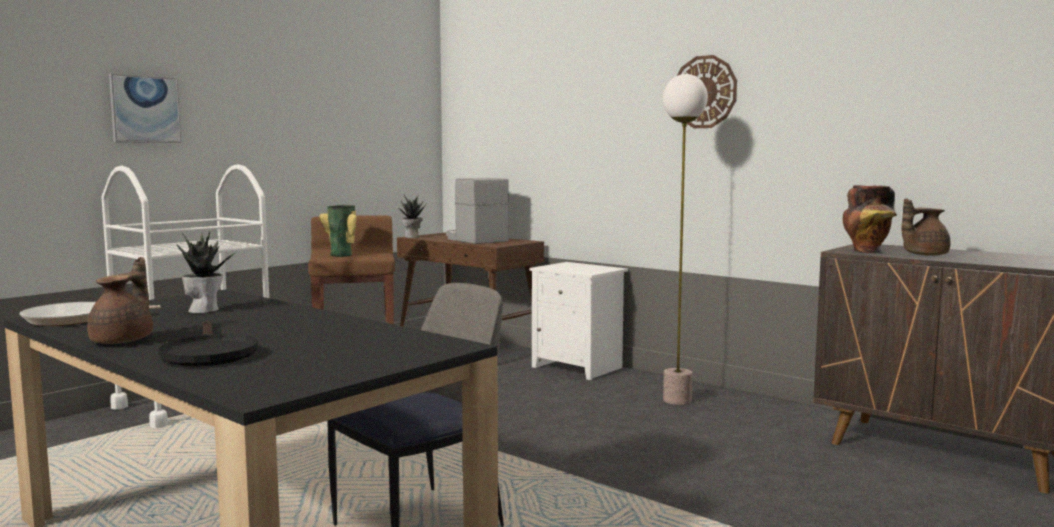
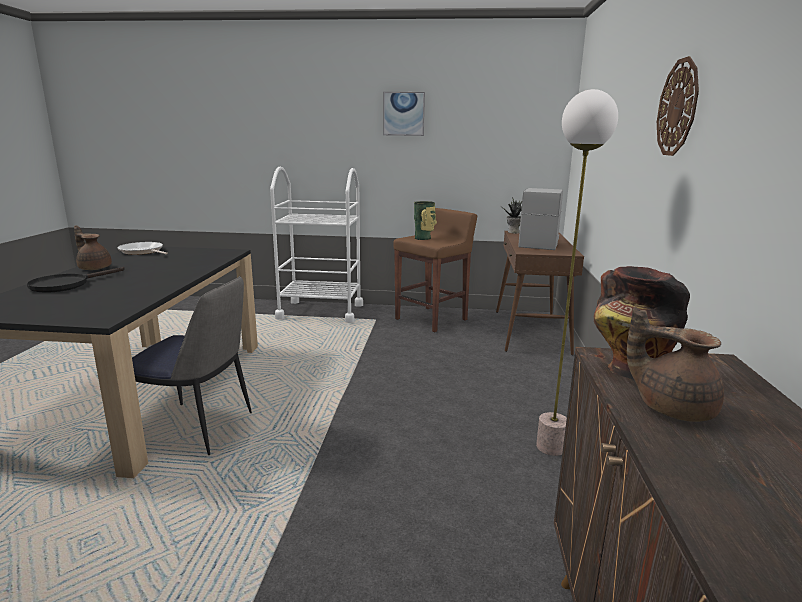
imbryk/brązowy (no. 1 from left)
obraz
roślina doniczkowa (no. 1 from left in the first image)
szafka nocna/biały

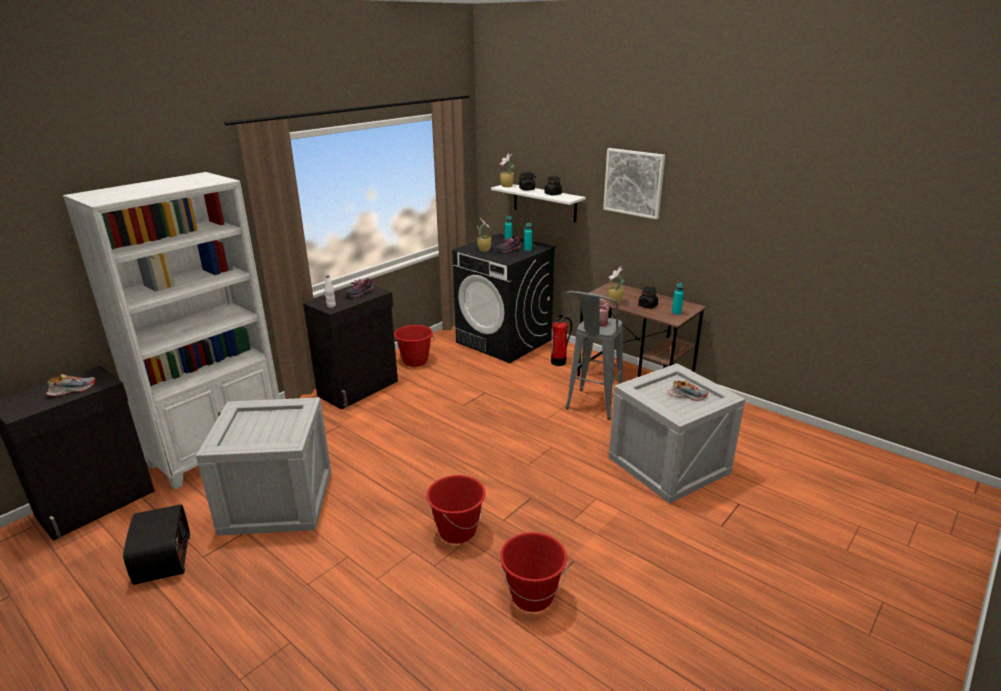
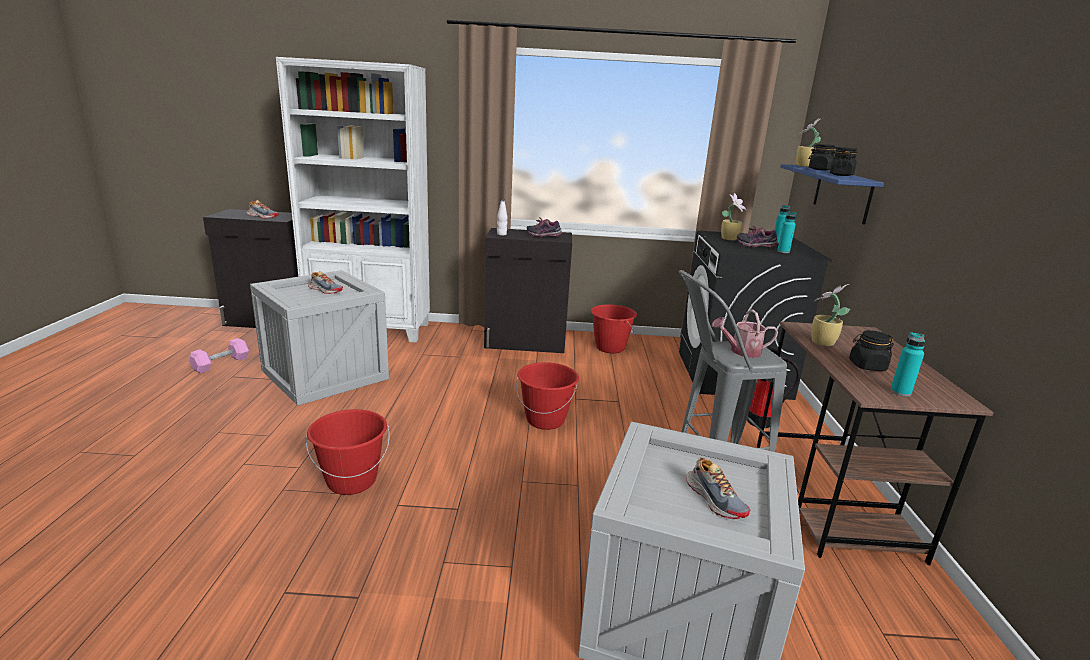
hantel/różowy
półka/niebieski
wiadro/czerwony (no. 2 from left)
obraz
but (no. 2 from left)

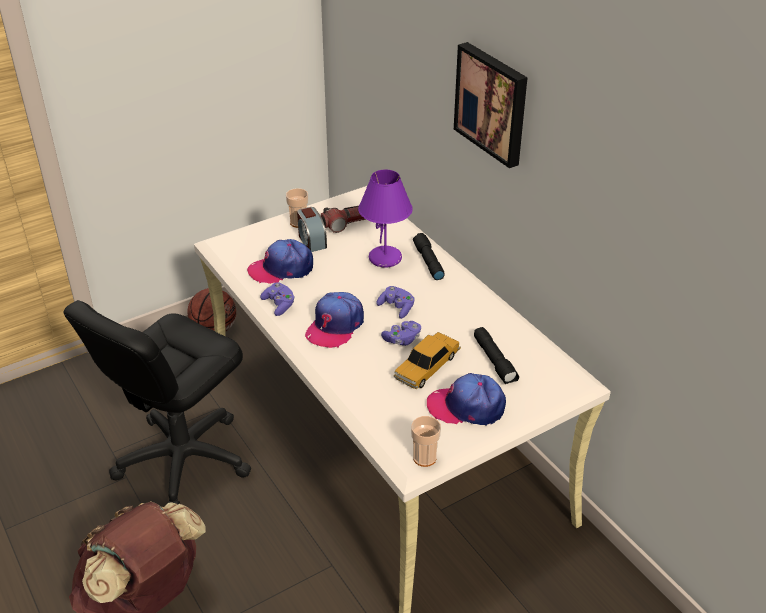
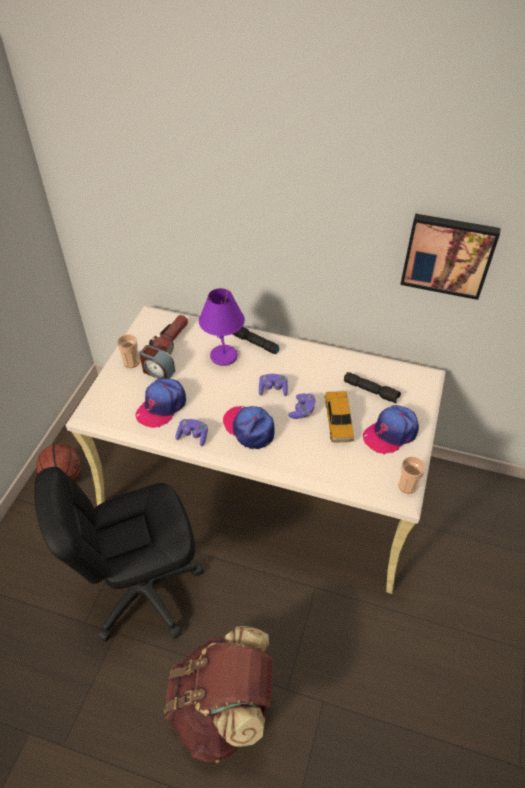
krzesło biurowe/czarny
czapka z daszkiem (no. 2 from left)
obraz

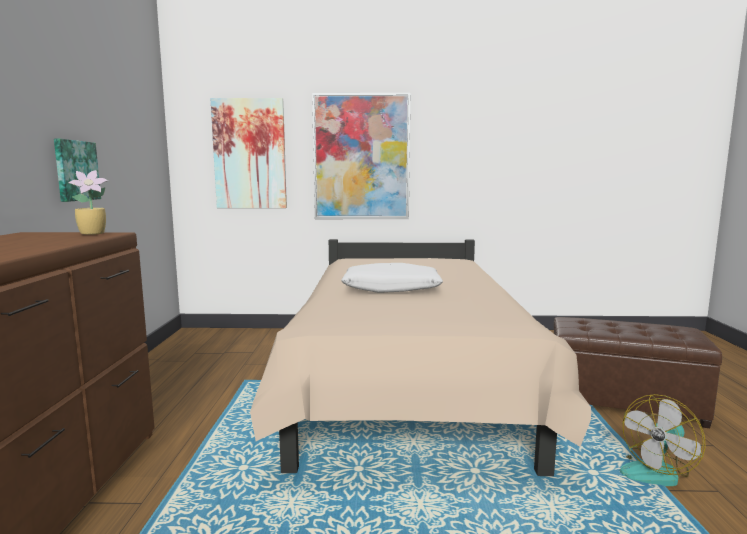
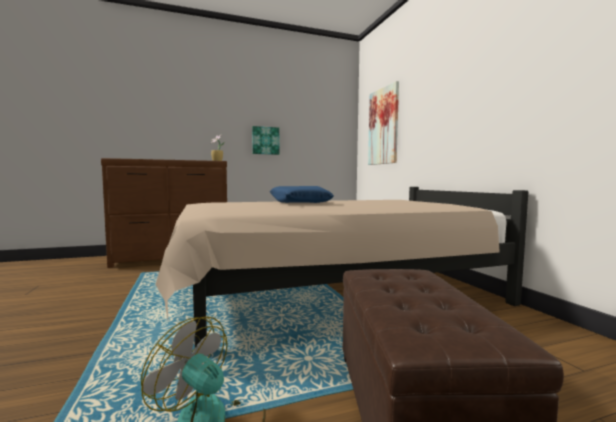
obraz (no. 3 from left in the first image)
poduszka/niebieski

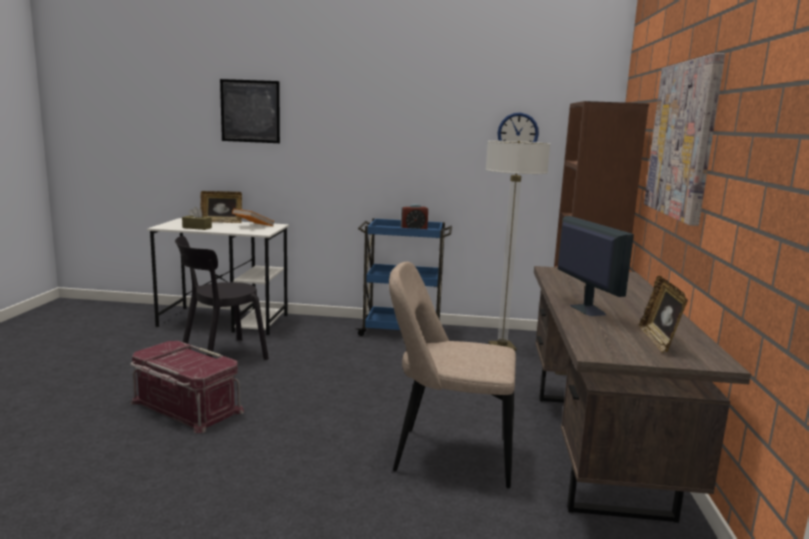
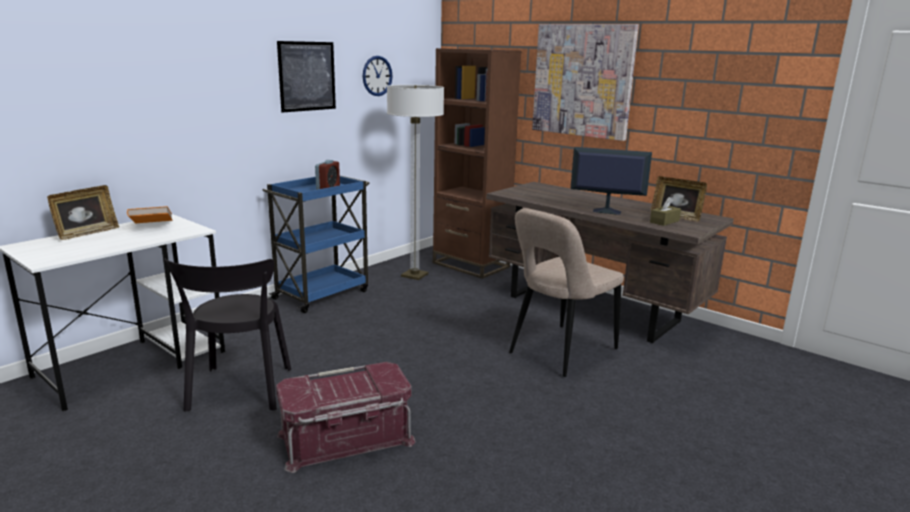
pudełko chusteczek/brązowy
obraz (no. 1 from left)

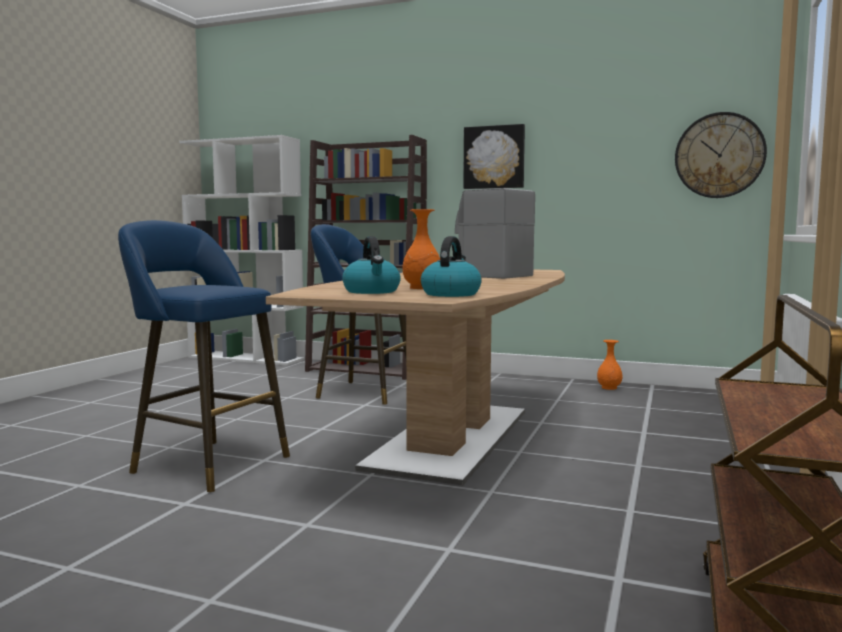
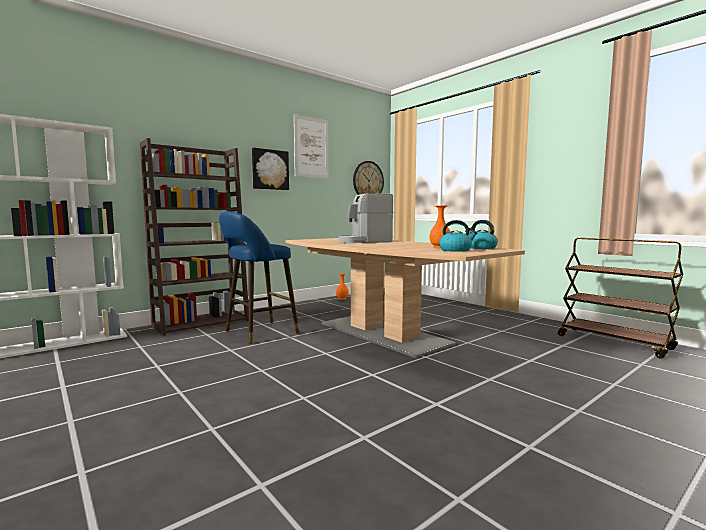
stołek/niebieski (no. 1 from left in the first image)
obraz (no. 2 from left)

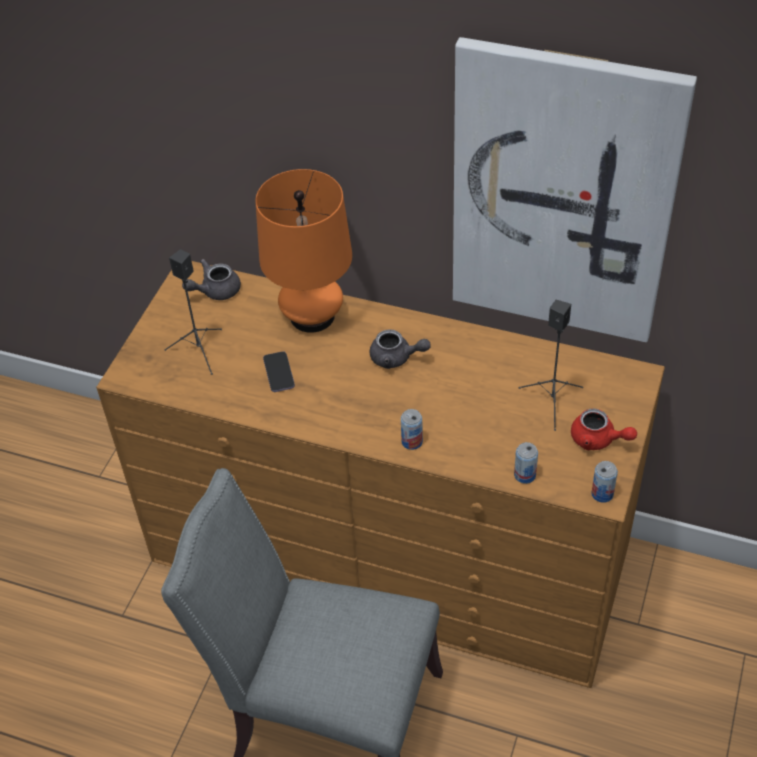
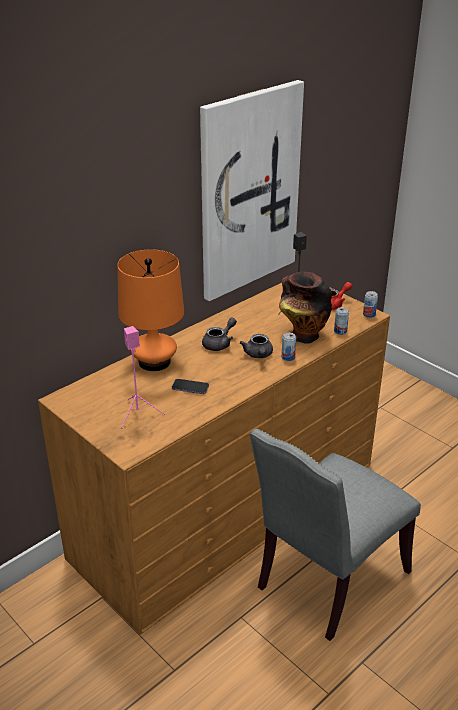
głośnik/różowy
imbryk/szary (no. 2 from left)
wazon

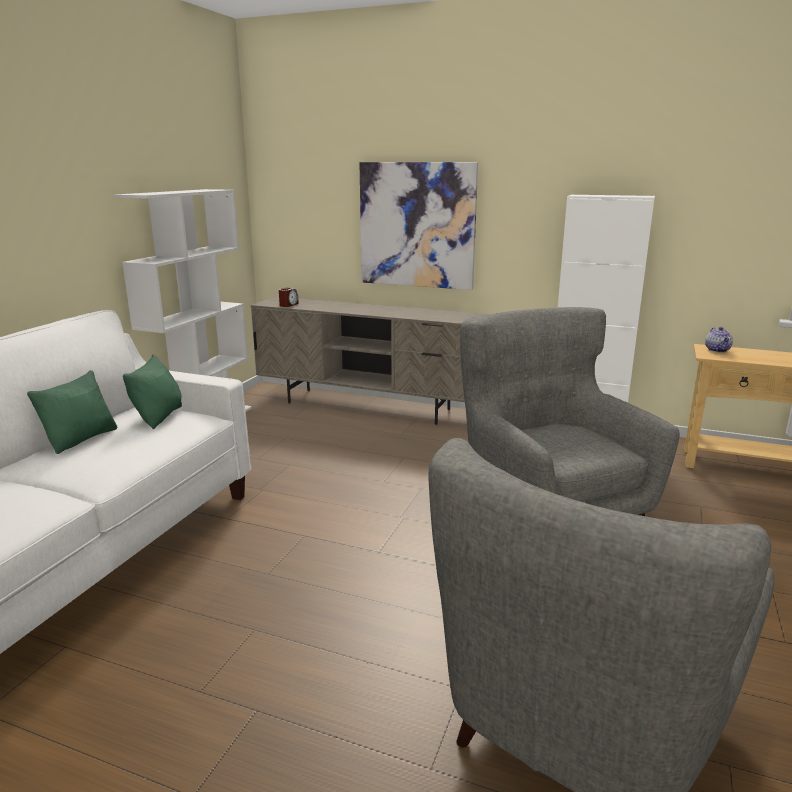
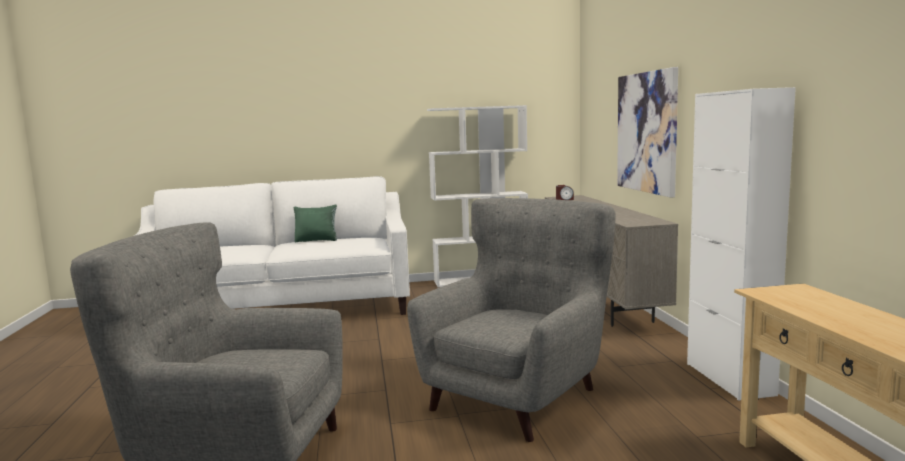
poduszka/zielony (no. 2 from left in the first image)
imbryk

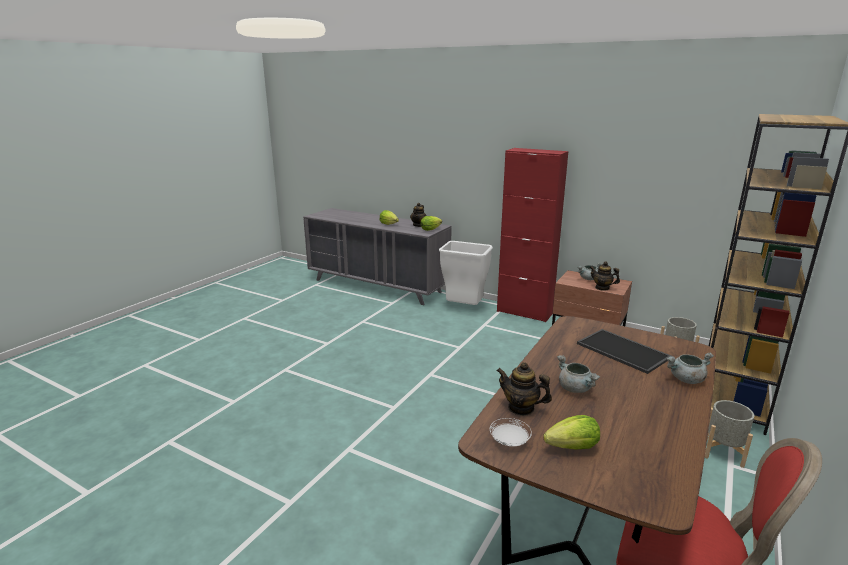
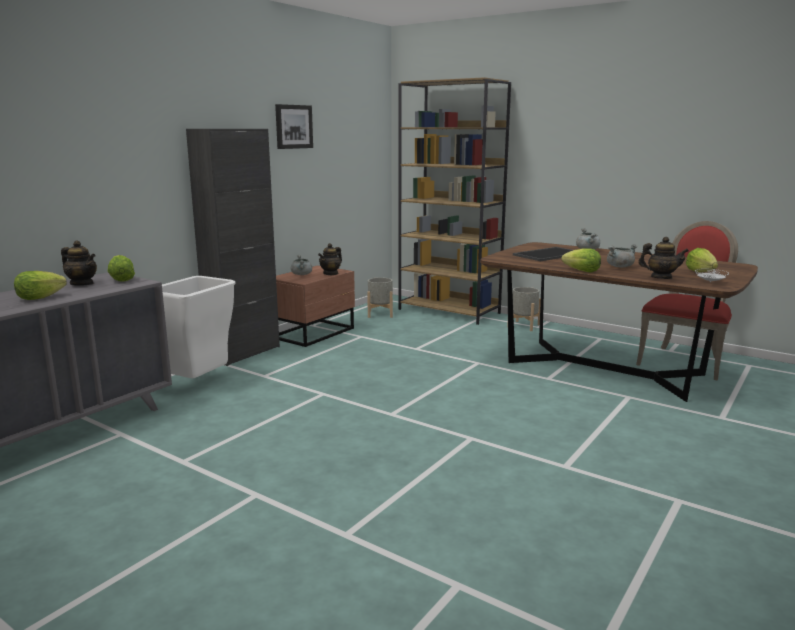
szafka/czarny
imbryk (no. 3 from left)
obraz
sałata (no. 3 from left)

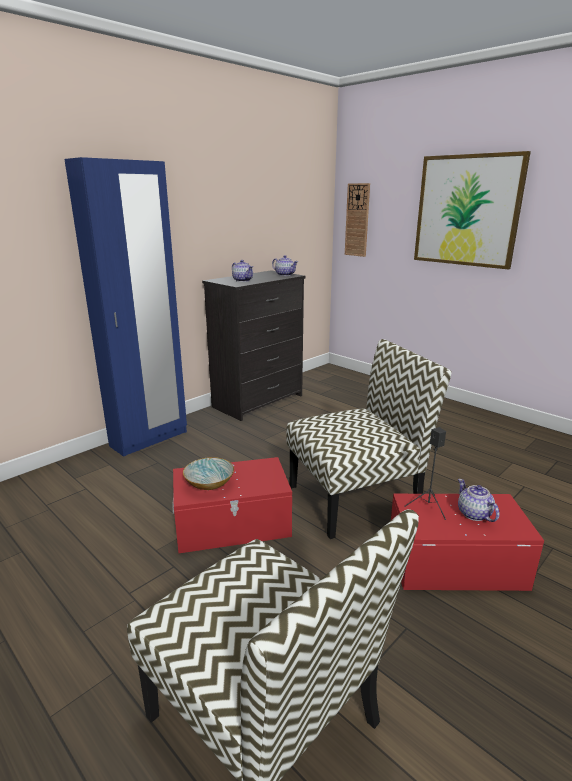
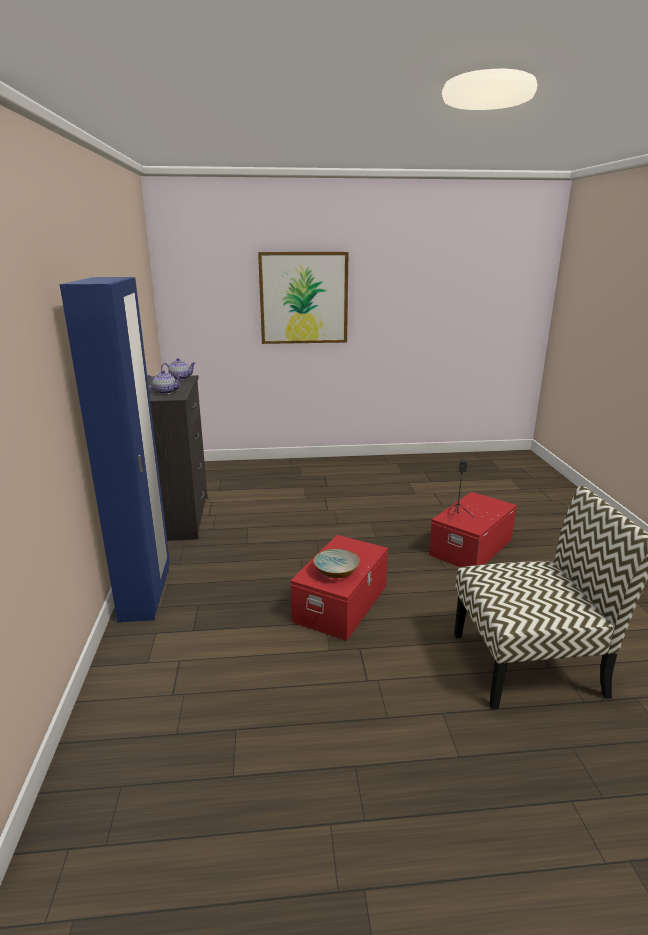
krzesło (no. 2 from left in the first image)
zegar ścienny
imbryk (no. 3 from left in the first image)

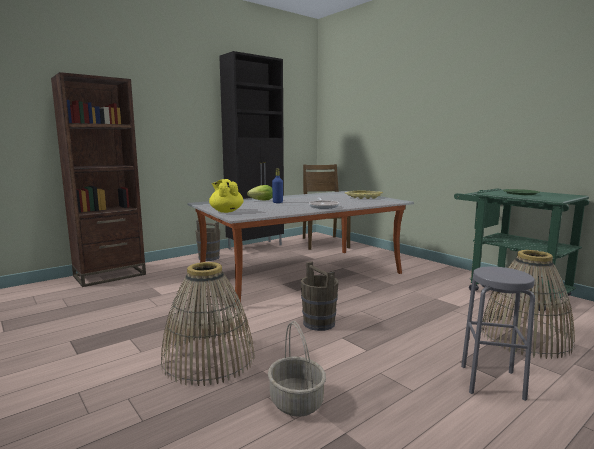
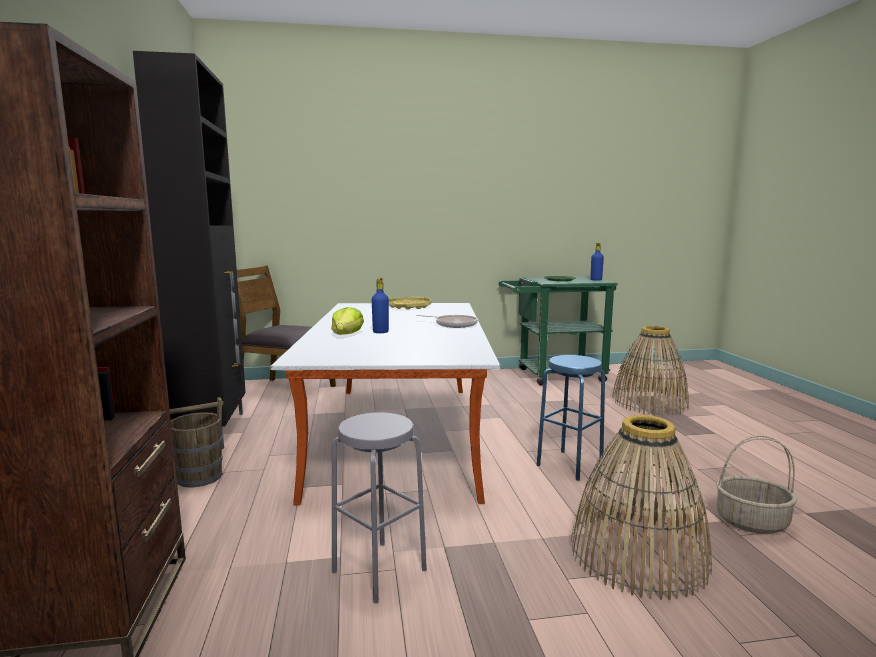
imbryk/żółty
stołek/niebieski
stołek/szary
butelka/niebieski (no. 2 from left)

